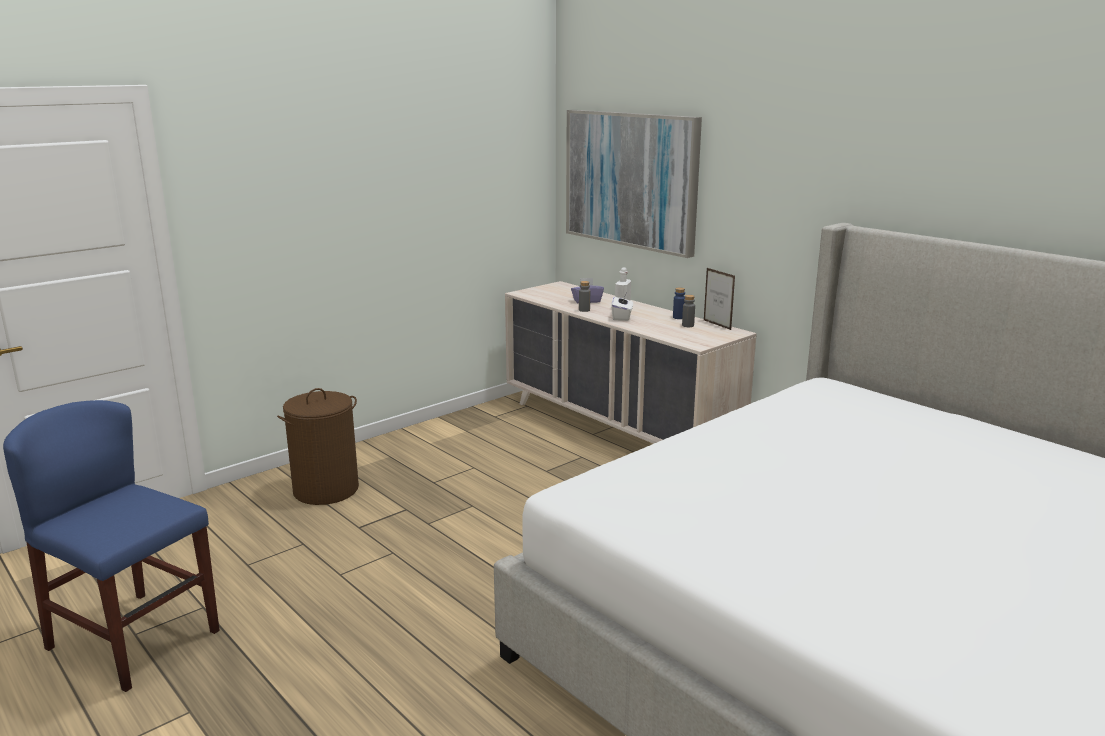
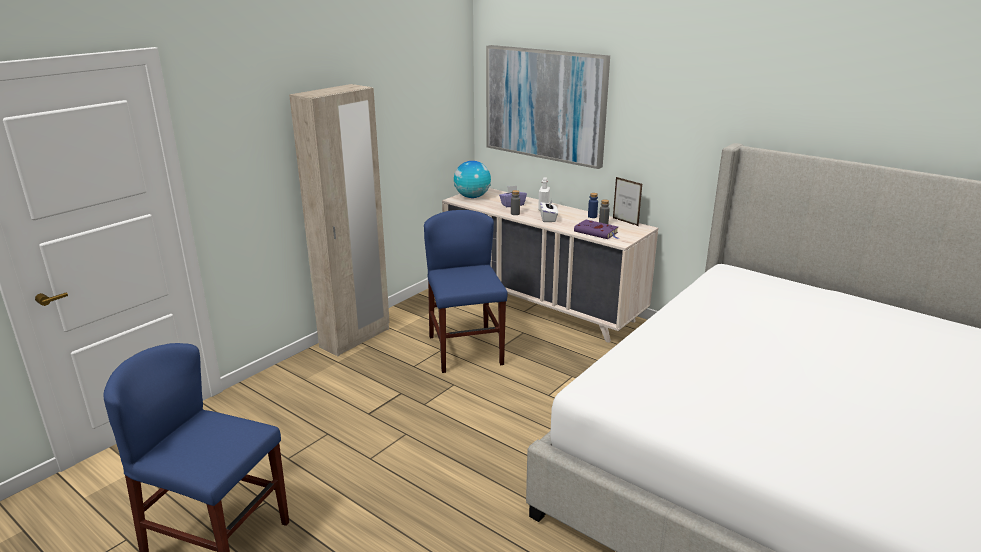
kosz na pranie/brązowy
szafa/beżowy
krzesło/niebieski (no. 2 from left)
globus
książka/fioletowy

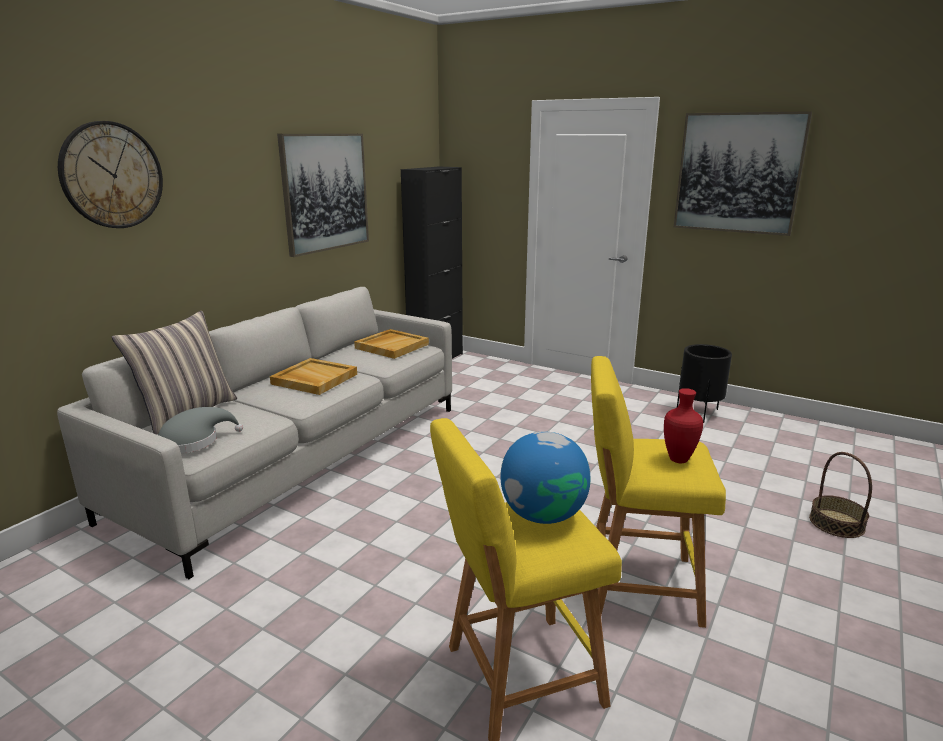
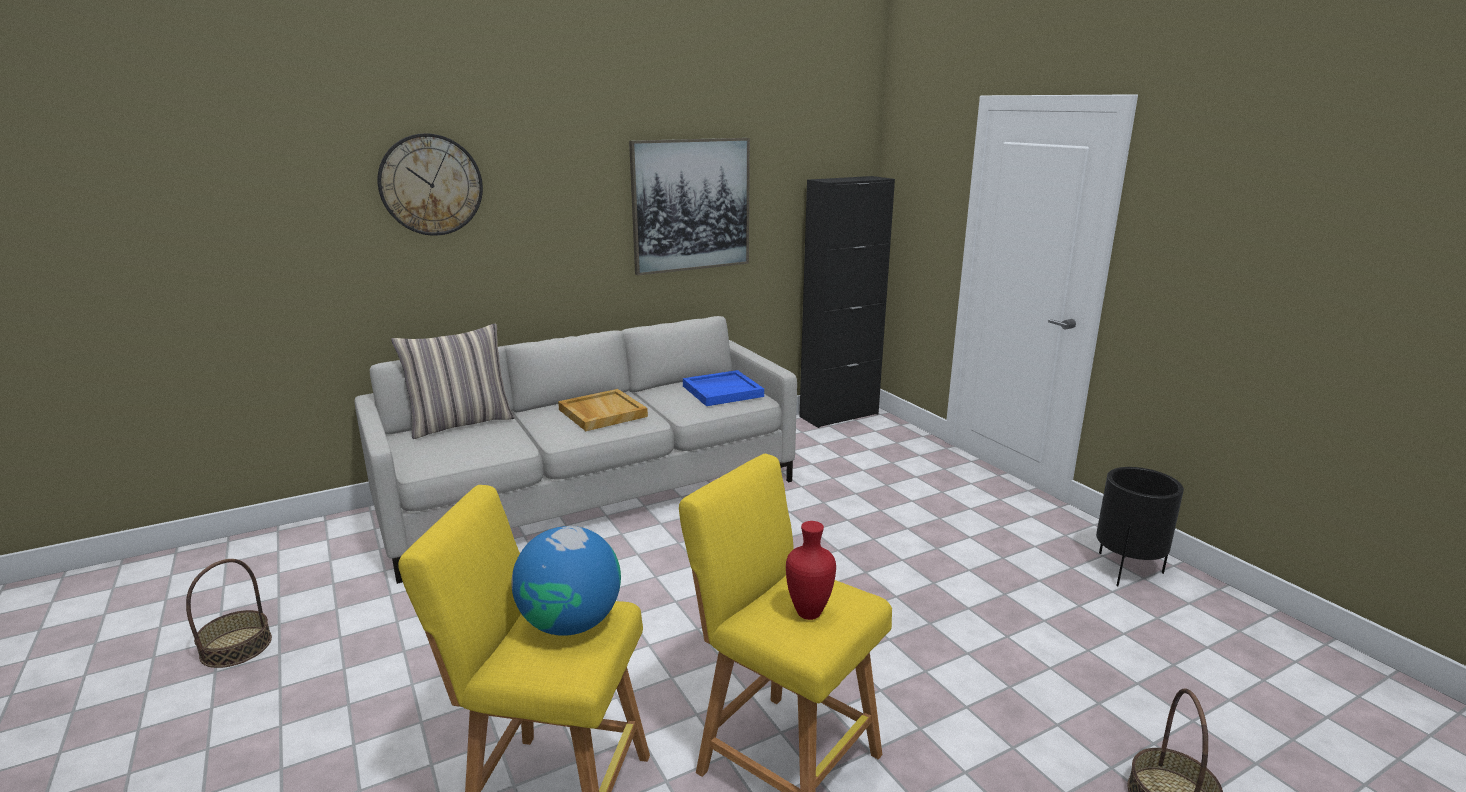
kapelusz/szary
taca/niebieski
obraz (no. 2 from left in the first image)
koszyk (no. 1 from left)

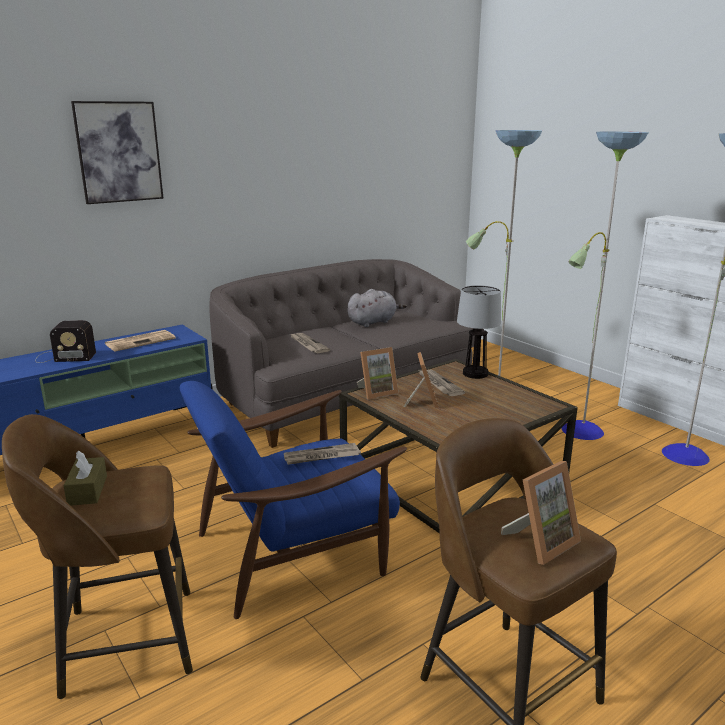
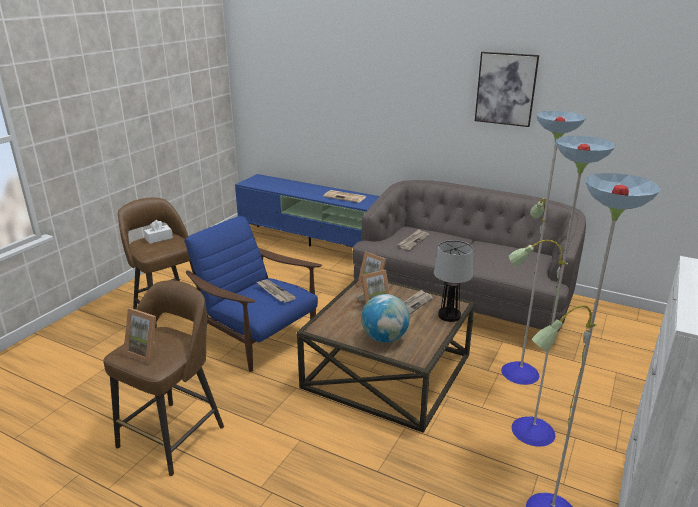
radio
pudełko chusteczek/biały
obraz
pluszak/szary
globus

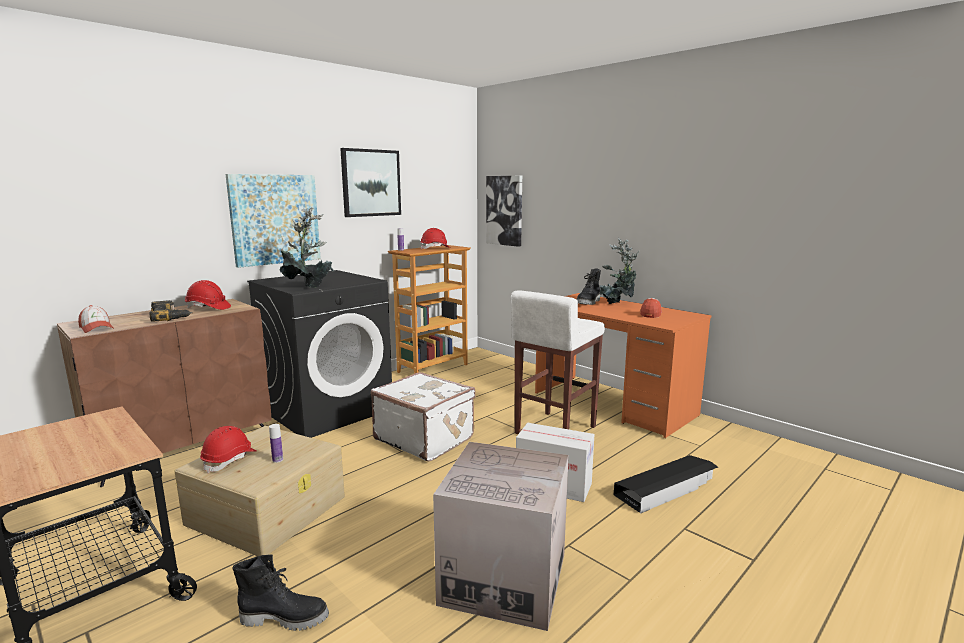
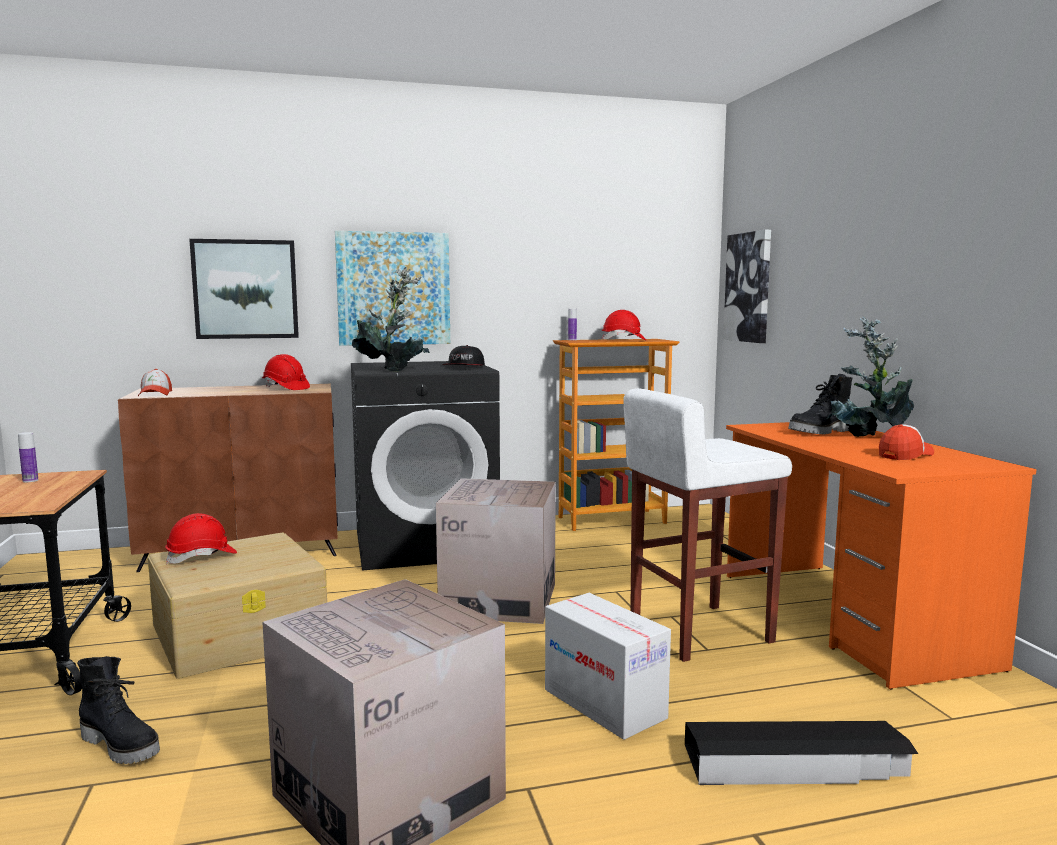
wiertarka
butelka (no. 1 from left)
obraz (no. 1 from left)
karton (no. 2 from left)
czapka z daszkiem (no. 2 from left)

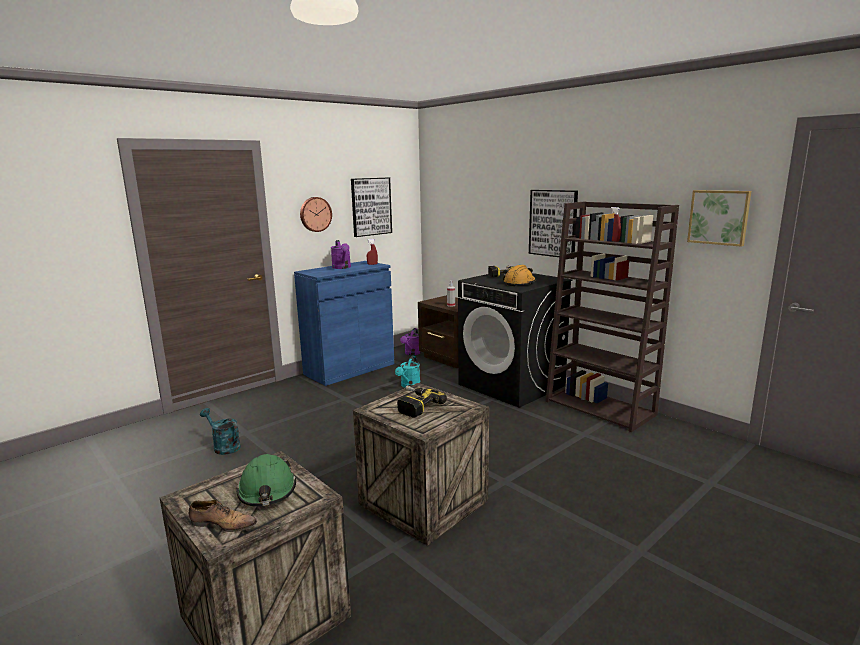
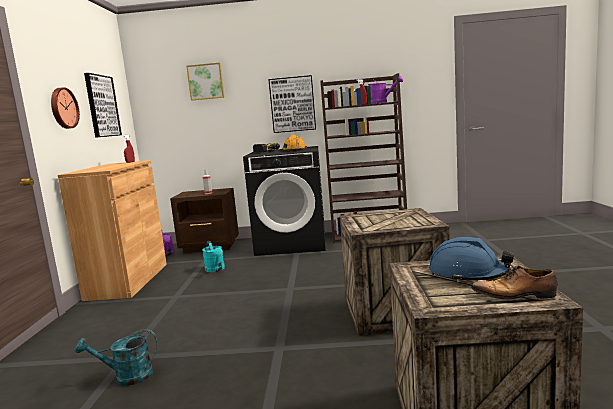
but
kask/niebieski
szafka/brązowy
konewka/fioletowy (no. 2 from left)
wiertarka (no. 1 from left in the first image)
obraz (no. 2 from left)

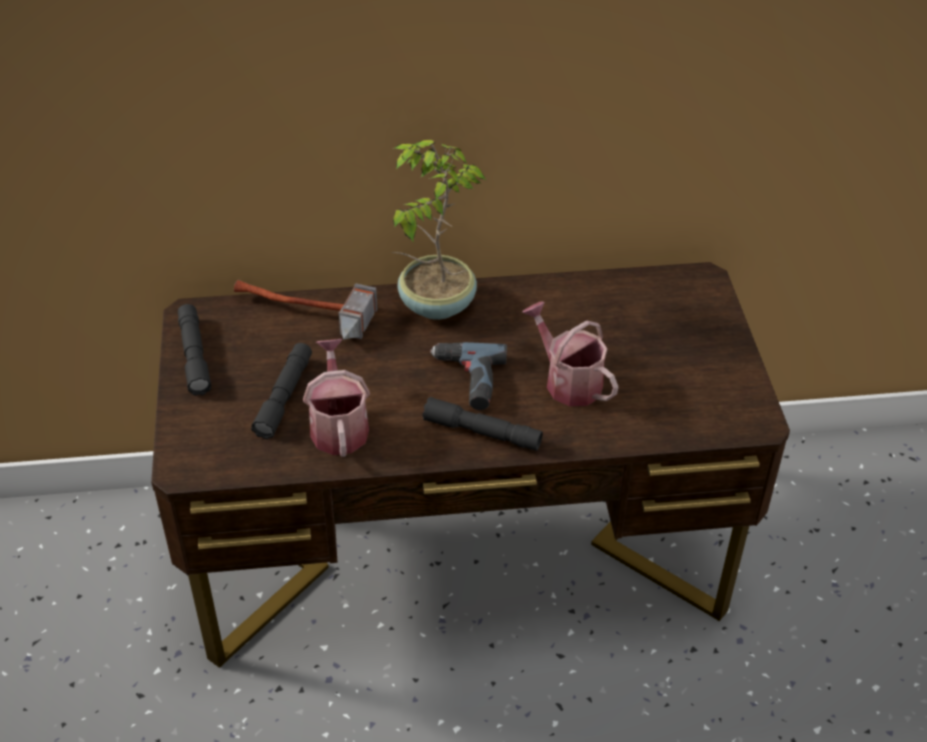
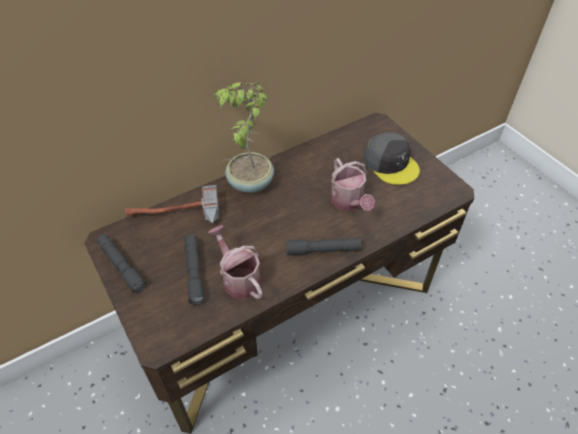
wiertarka
konewka (no. 2 from left)
czapka z daszkiem/szary

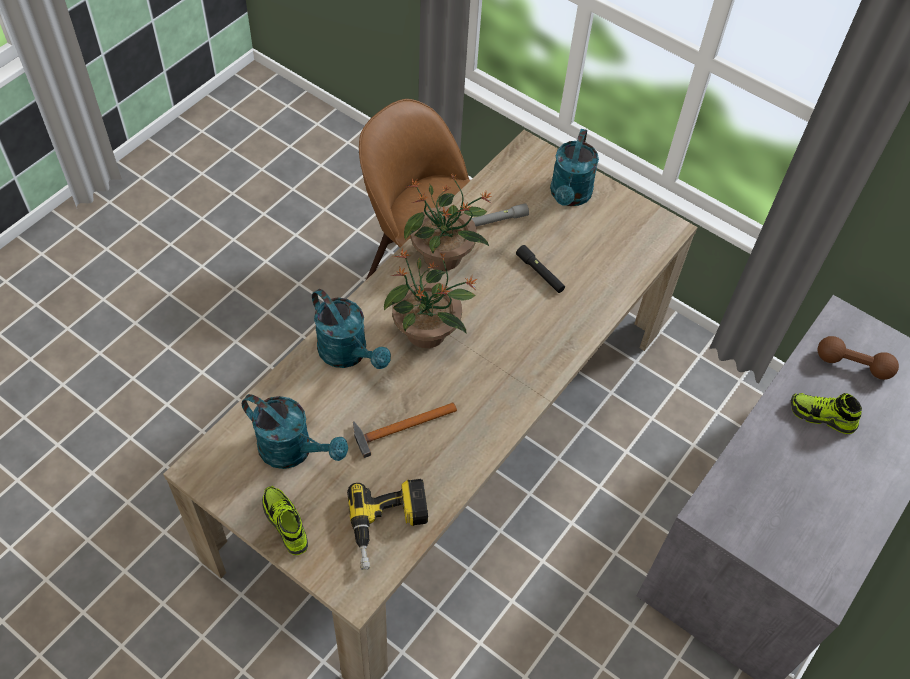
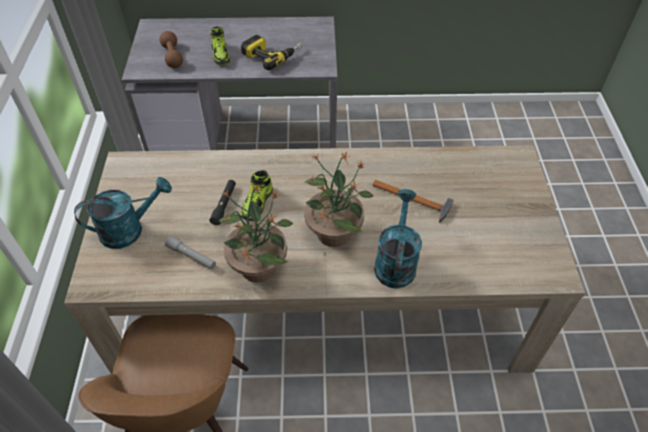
konewka/turkusowy (no. 1 from left in the first image)
but (no. 2 from left)
wiertarka

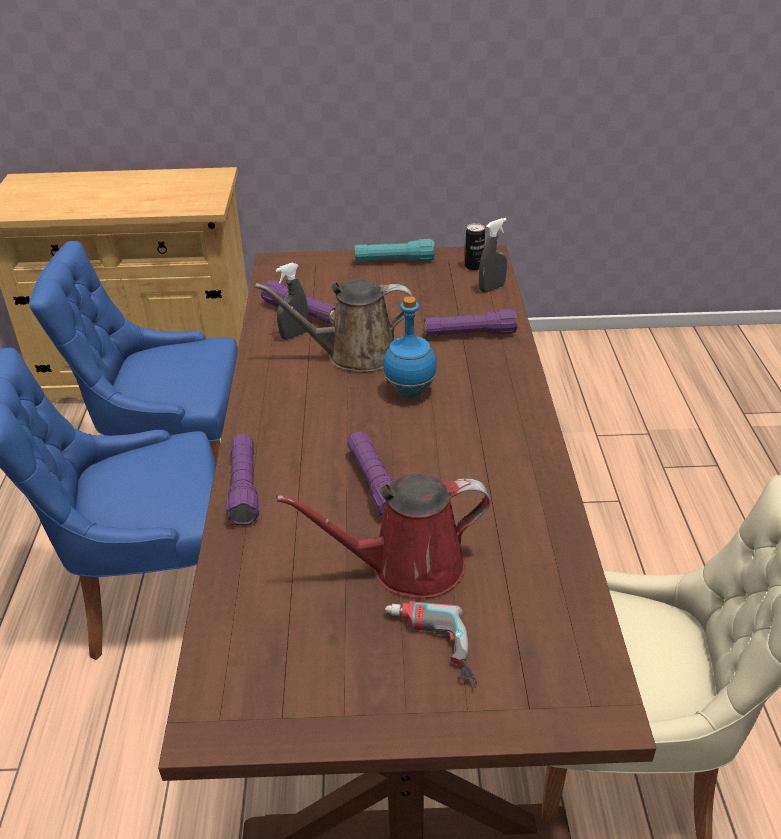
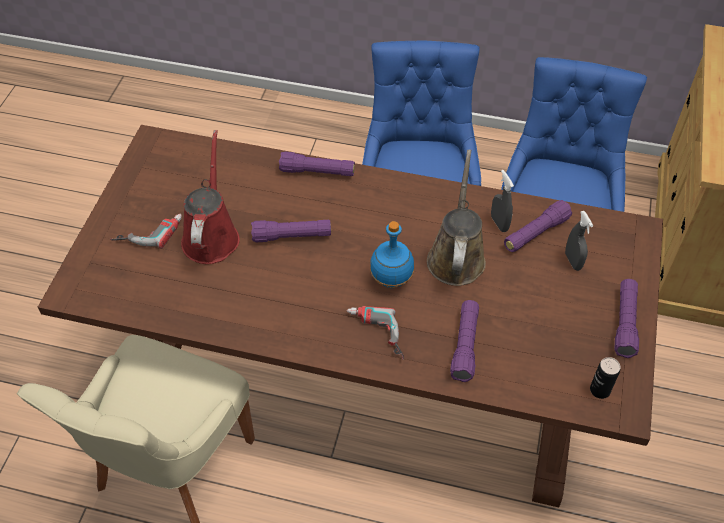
latarka/fioletowy (no. 5 from left)
spryskiwacz/szary (no. 2 from left)
wiertarka (no. 2 from left)

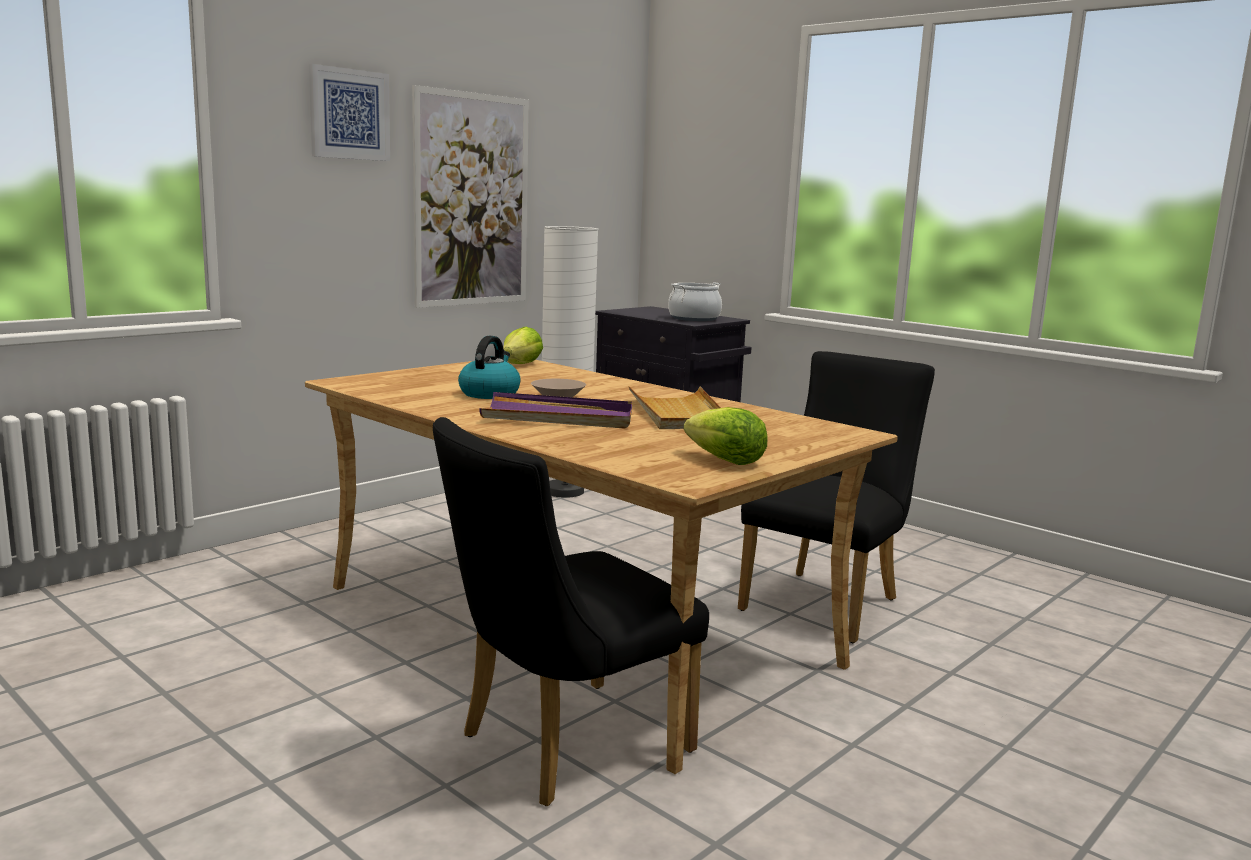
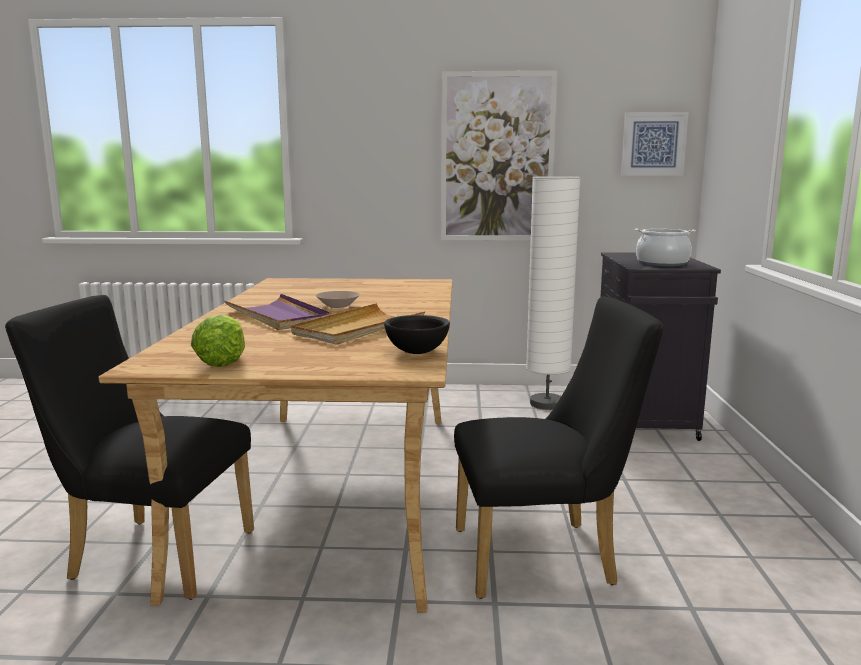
obraz (no. 2 from left)
czajnik
sałata (no. 1 from left in the first image)
miska/czarny

